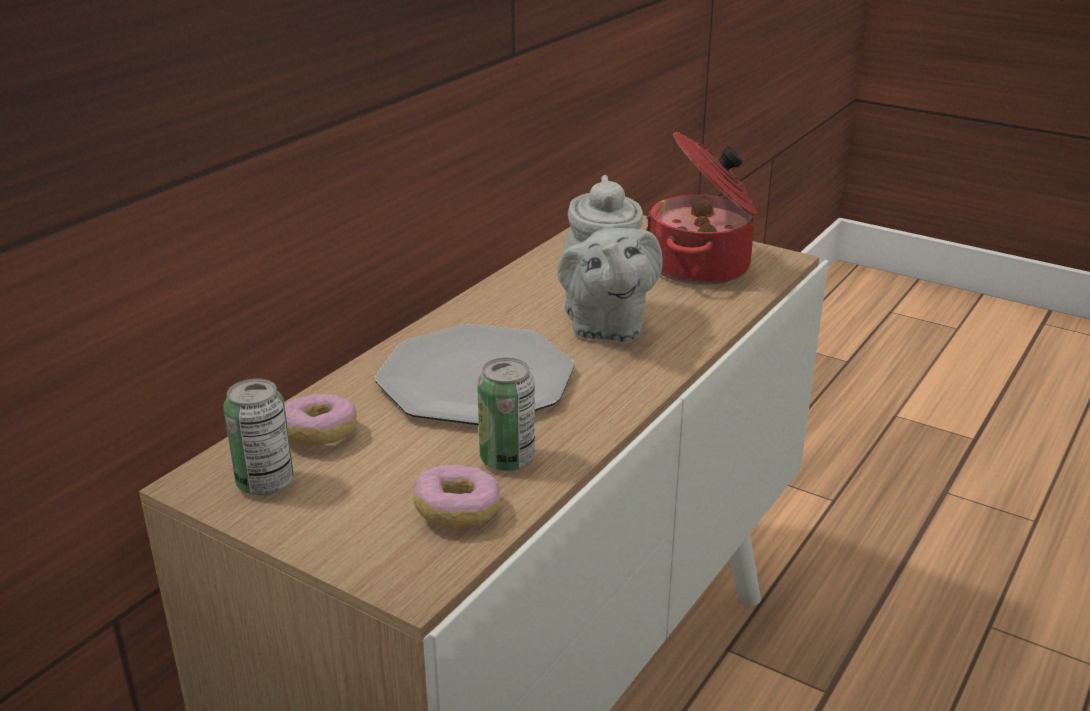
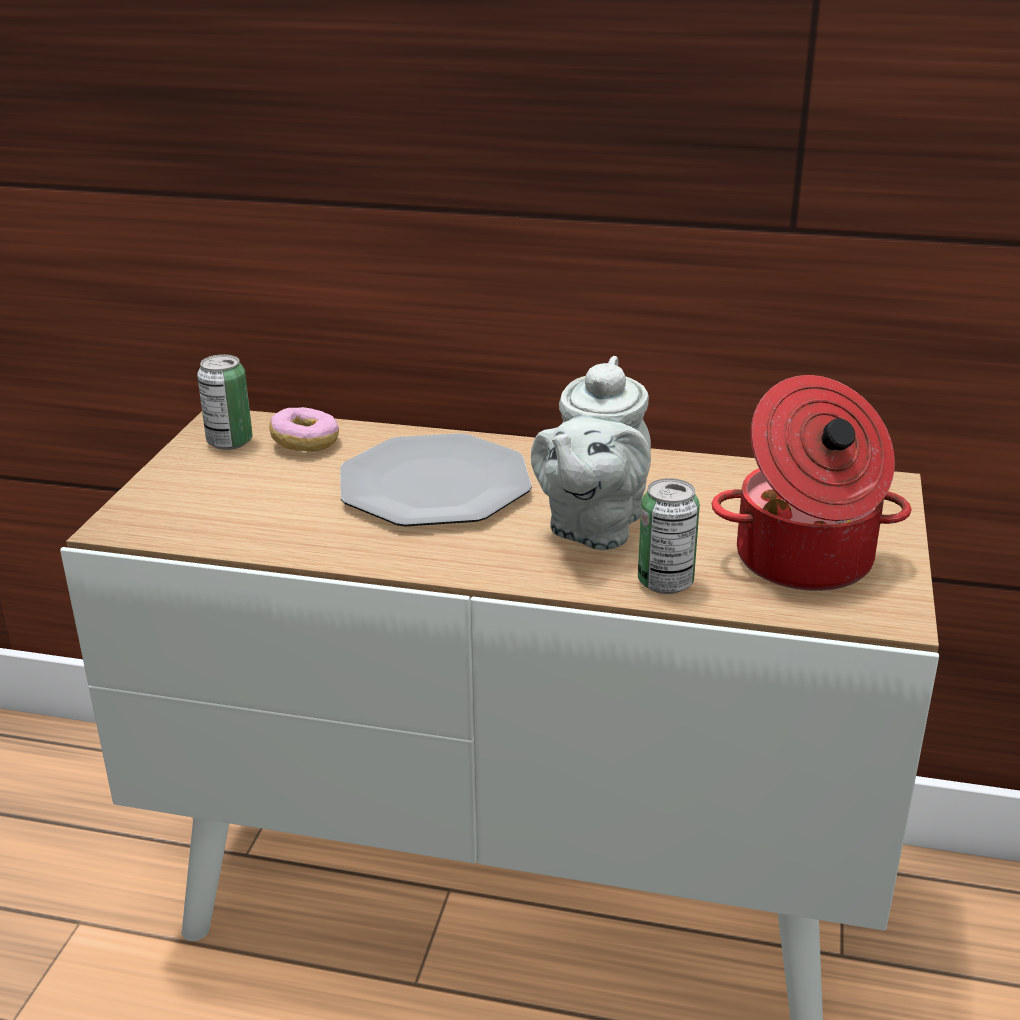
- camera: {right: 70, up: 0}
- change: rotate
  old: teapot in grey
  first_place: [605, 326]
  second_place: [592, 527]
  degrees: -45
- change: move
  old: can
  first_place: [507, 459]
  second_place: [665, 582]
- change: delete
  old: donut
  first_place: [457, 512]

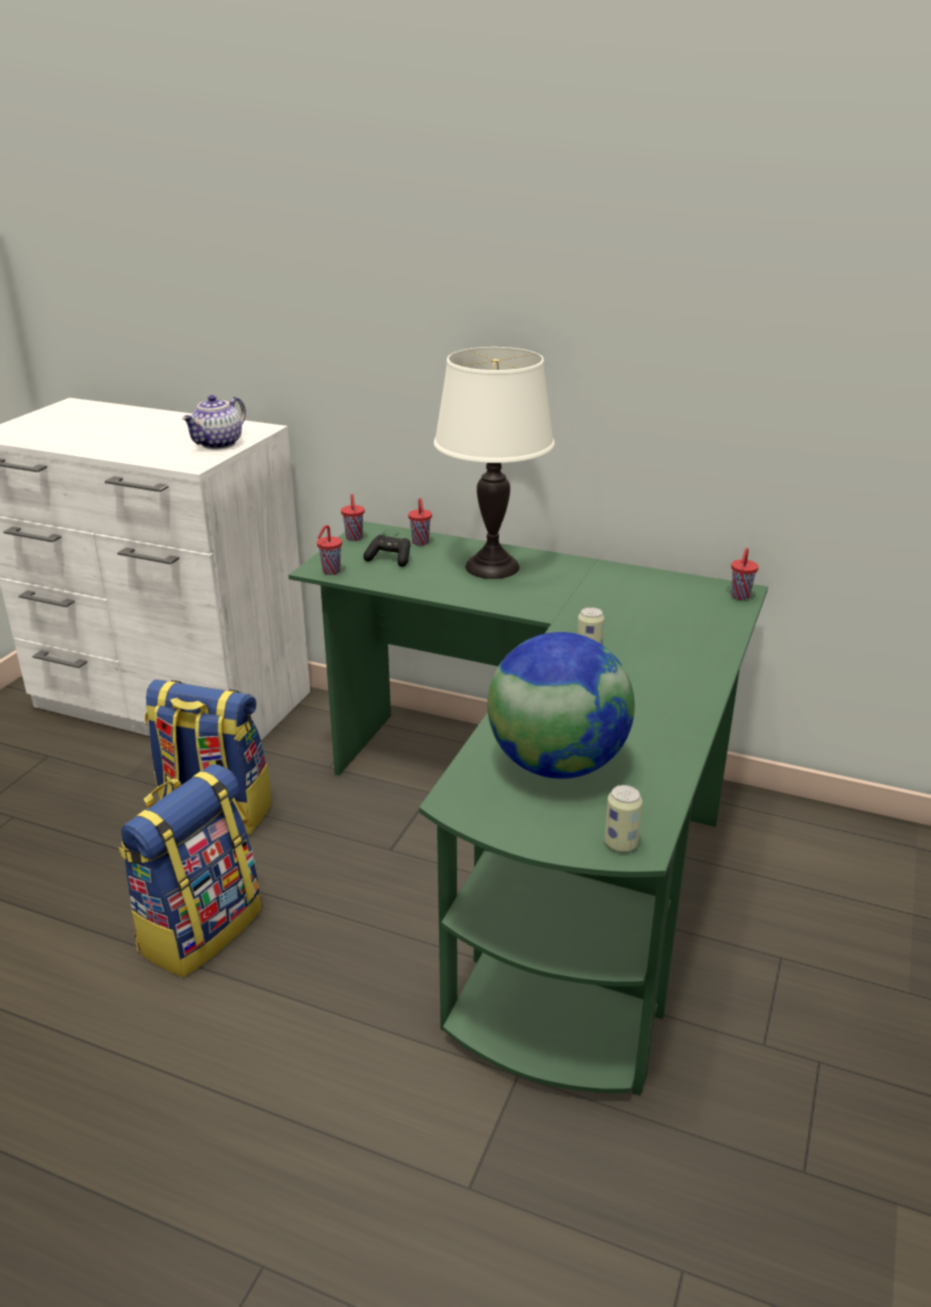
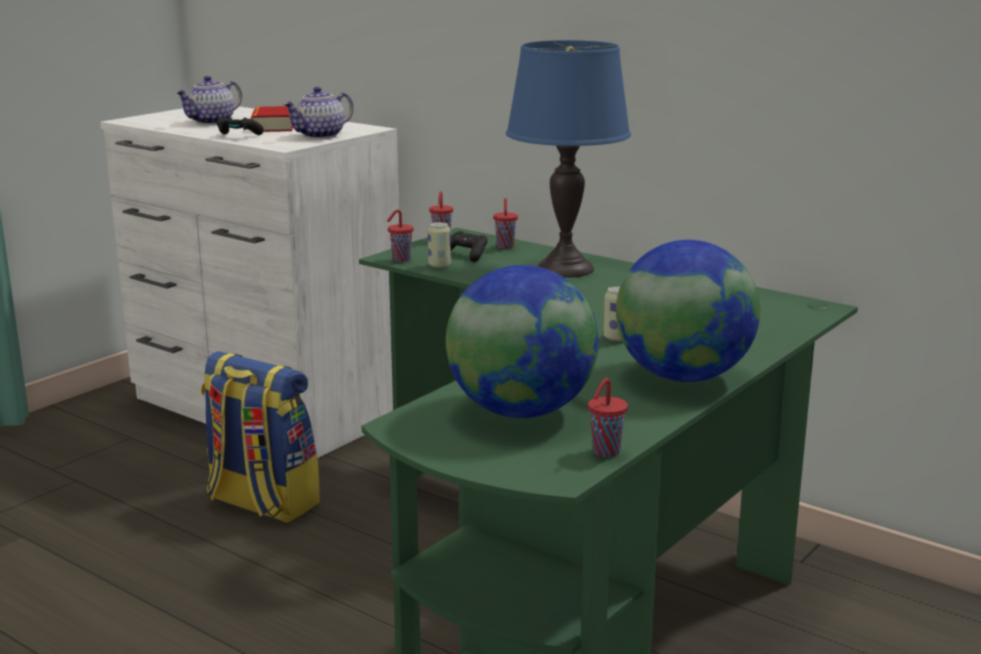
- camera: {right: 15, up: -10}
- change: insert
  new: teapot
  second_place: [212, 122]
- change: insert
  new: game controller in black
  second_place: [238, 136]
- change: insert
  new: book
  second_place: [273, 126]
- change: move
  old: can
  first_place: [621, 843]
  second_place: [439, 265]
- change: recolor
  old: table lamp in white
  new: table lamp in blue
  first_place: [492, 567]
  second_place: [564, 269]
- change: move
  old: cup in red
  first_place: [740, 597]
  second_place: [605, 452]
- change: insert
  new: globe
  second_place: [683, 377]
- change: delete
  old: backpack
  first_place: [200, 929]

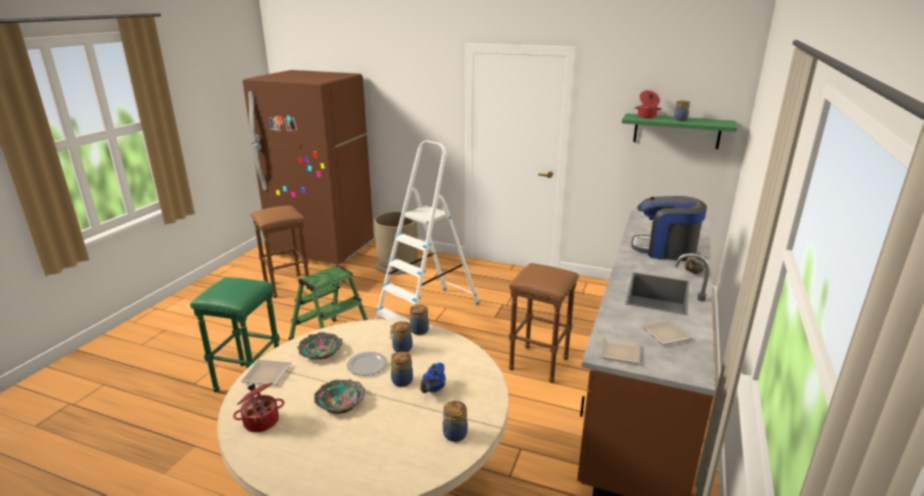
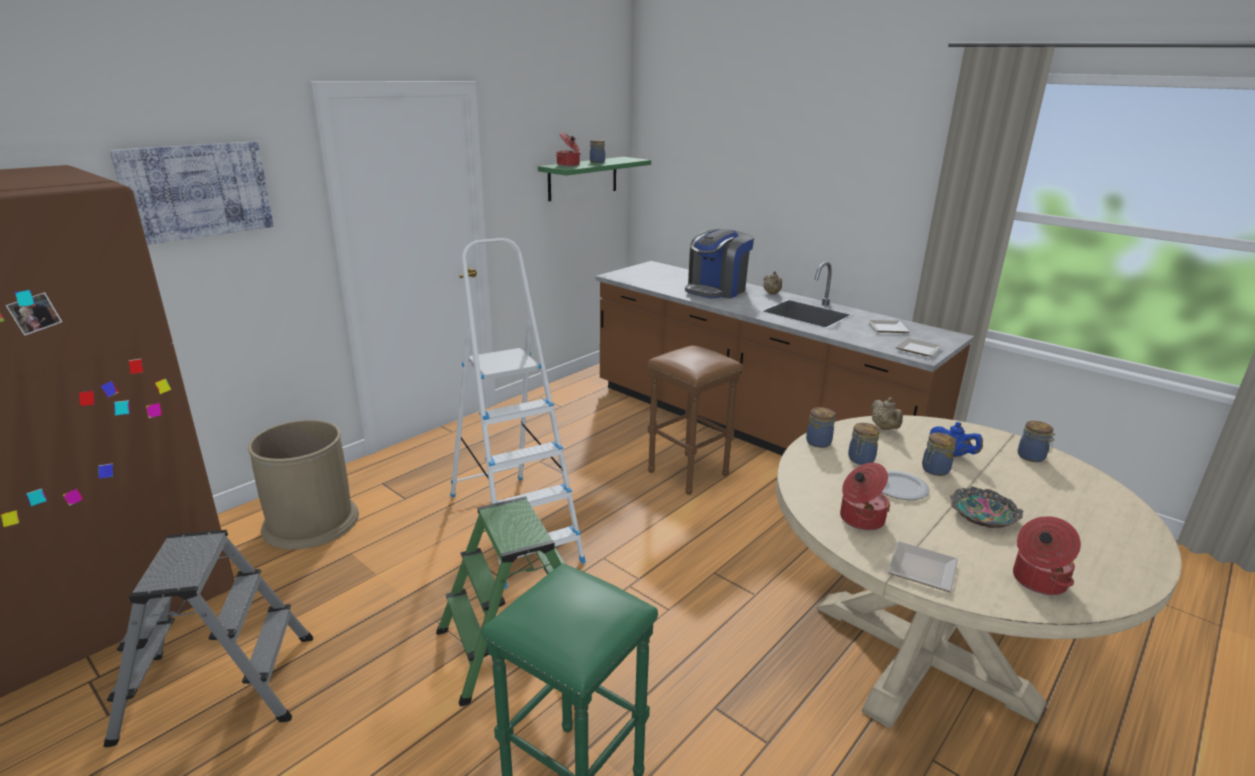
- camera: {right: -70, up: 0}
- change: replace
  old: stool in brown
  new: step ladder in grey
  first_place: [287, 285]
  second_place: [217, 687]
- change: insert
  new: picture
  second_place: [197, 191]
- change: replace
  old: bowl
  new: cooking pot
  first_place: [320, 351]
  second_place: [860, 519]
- change: insert
  new: teapot in beige
  second_place: [884, 428]

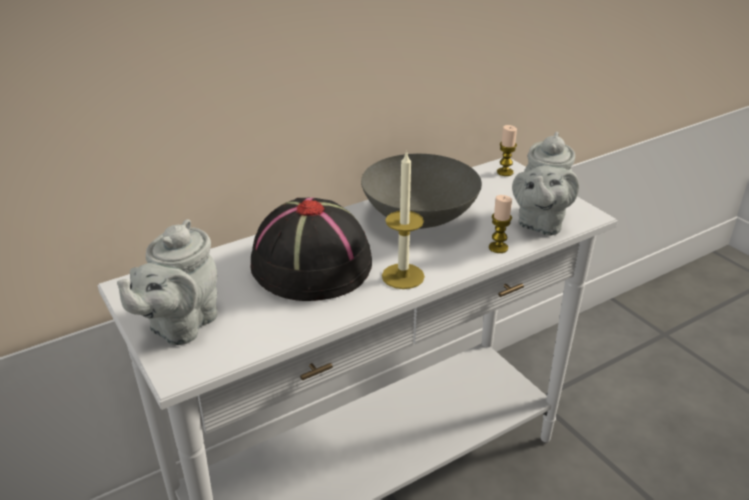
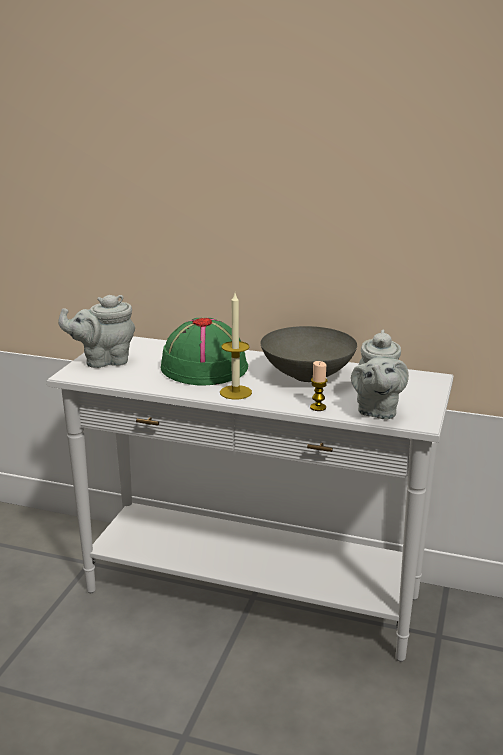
- camera: {right: 50, up: -10}
- change: recolor
  old: hat in black
  new: hat in green
  first_place: [310, 265]
  second_place: [204, 367]
- change: rotate
  old: teapot in grey
  first_place: [540, 223]
  second_place: [376, 410]
  degrees: -60
- change: delete
  old: candle
  first_place: [505, 172]

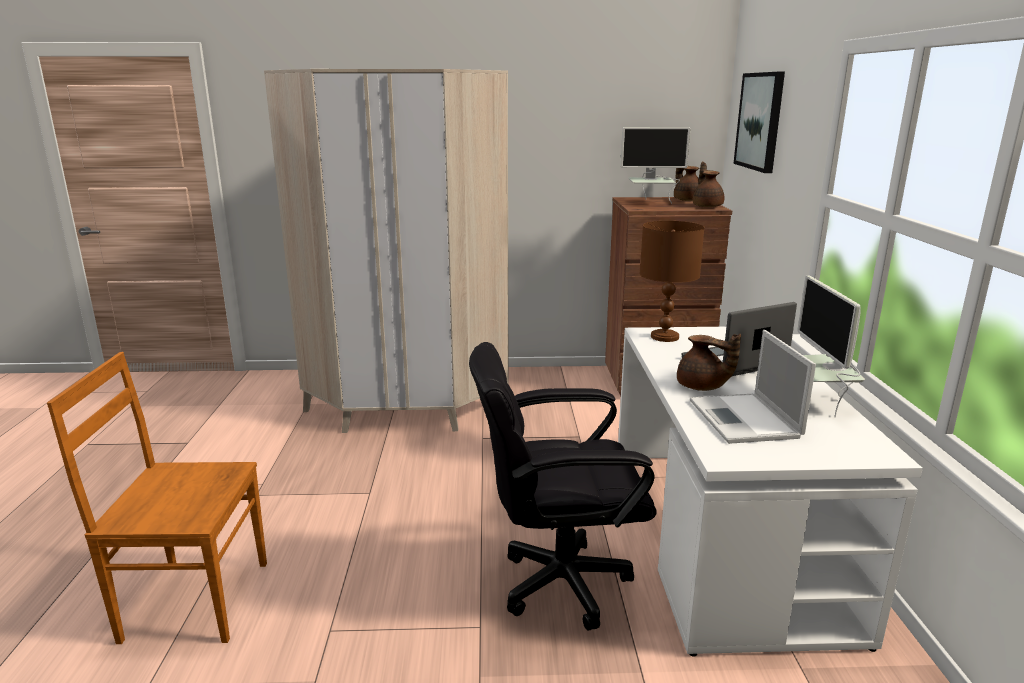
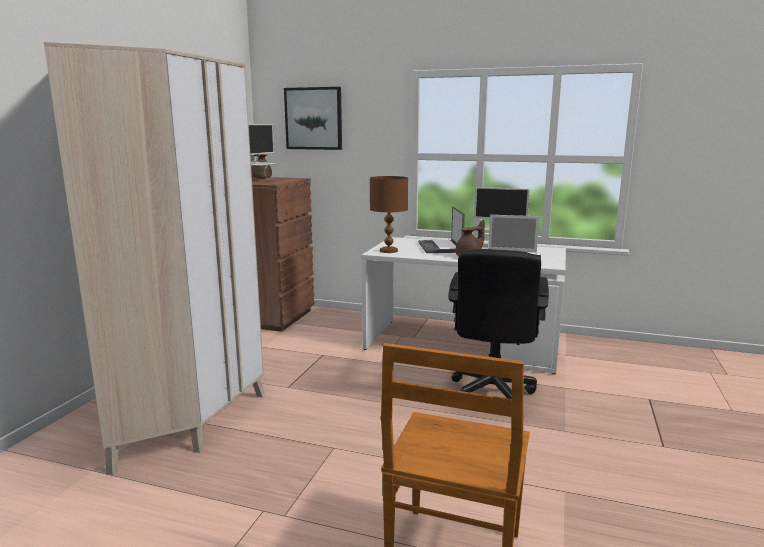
- camera: {right: -70, up: -5}
- change: delete
  old: teapot in brown
  first_place: [707, 206]

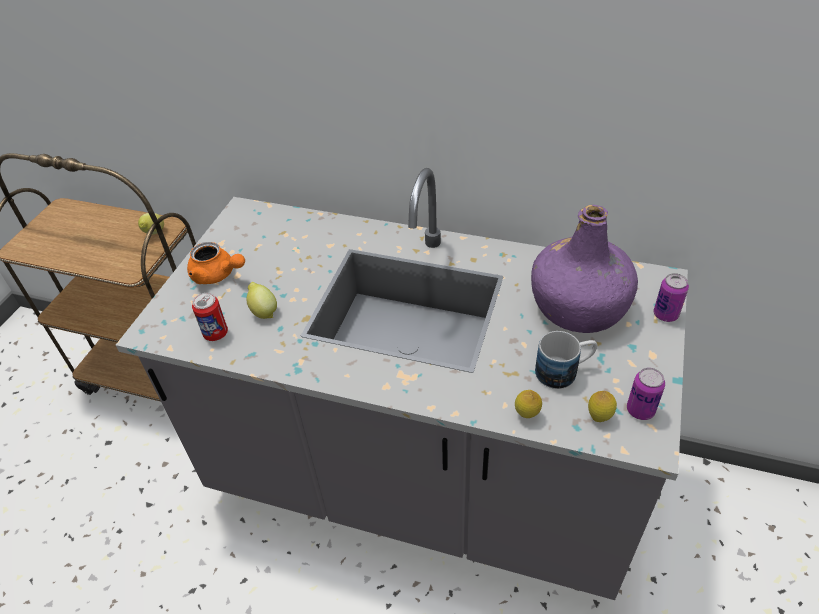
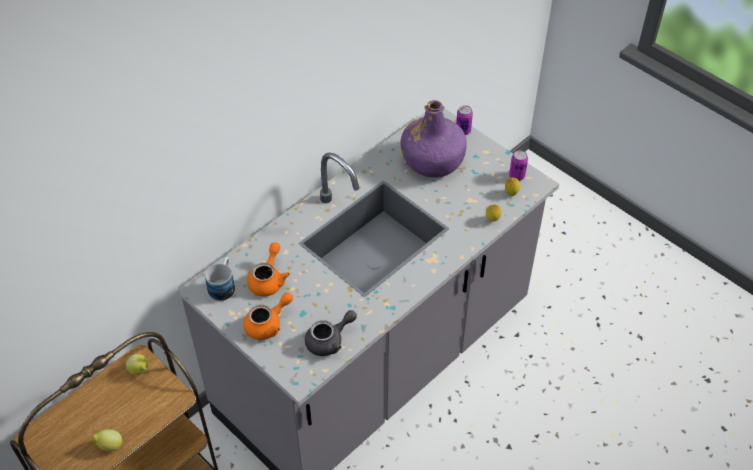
- camera: {right: -65, up: 5}
- change: move
  old: lemon
  first_place: [263, 311]
  second_place: [110, 446]
- change: move
  old: mug
  first_place: [564, 371]
  second_place: [223, 285]
- change: insert
  new: teapot in orange
  second_place: [268, 280]
- change: replace
  old: can
  new: teapot in grey
  first_place: [216, 333]
  second_place: [329, 341]

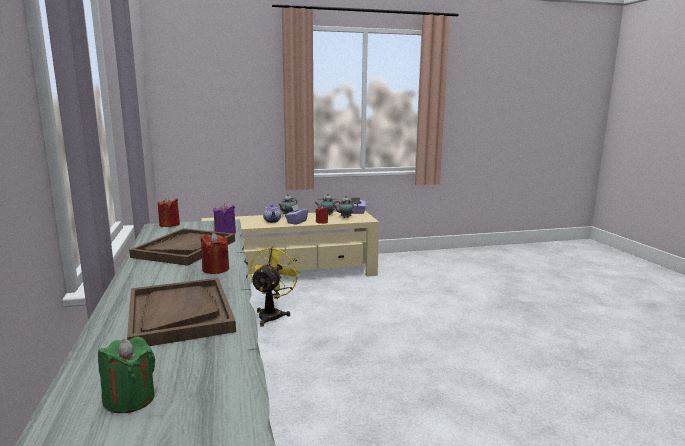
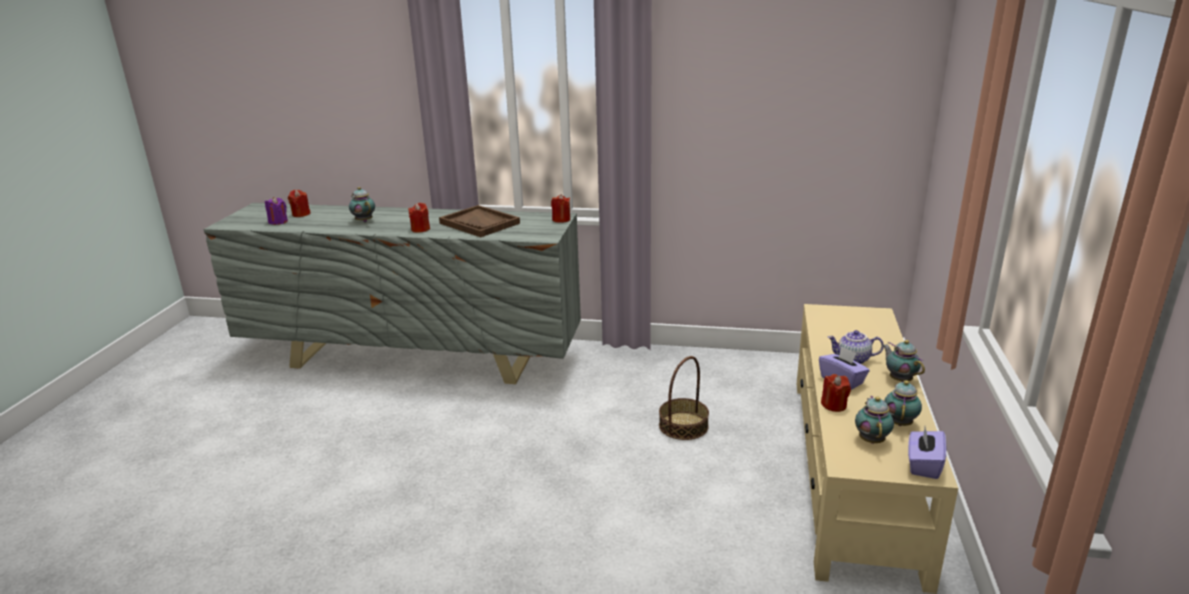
- camera: {right: 115, up: 10}
- change: move
  old: candle in purple
  first_place: [225, 232]
  second_place: [278, 222]
- change: recolor
  old: candle in green
  new: candle in red
  first_place: [130, 399]
  second_place: [301, 214]
- change: replace
  old: tray in brown
  new: teapot
  first_place: [179, 314]
  second_place: [364, 221]
- change: replace
  old: fan in yellow
  new: basket
  first_place: [272, 314]
  second_place: [683, 425]

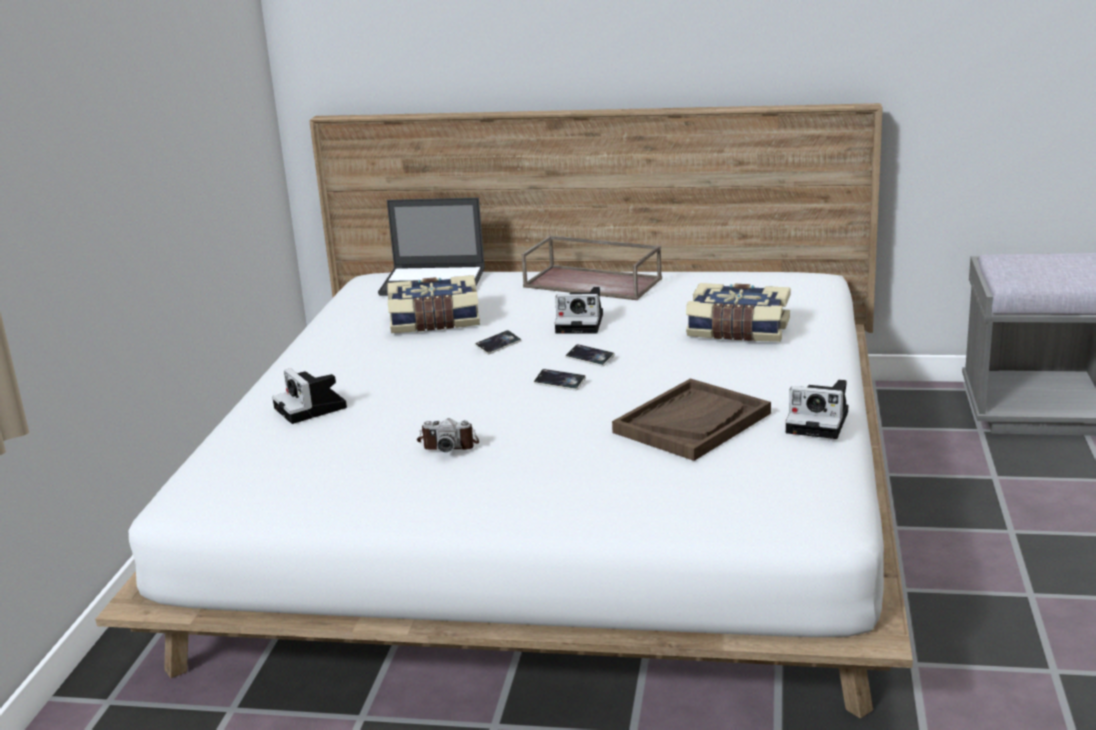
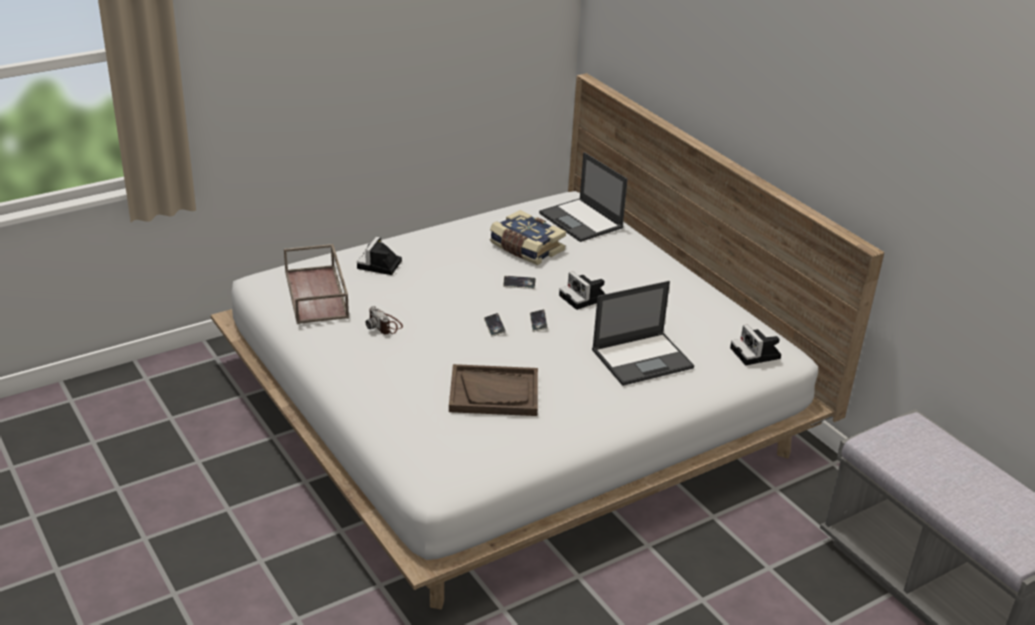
- camera: {right: 45, up: 10}
- change: move
  old: tray in brown
  first_place: [594, 282]
  second_place: [317, 295]
- change: replace
  old: book
  new: laptop
  first_place: [738, 330]
  second_place: [643, 358]
- change: move
  old: photo camera
  first_place: [820, 422]
  second_place: [756, 354]

